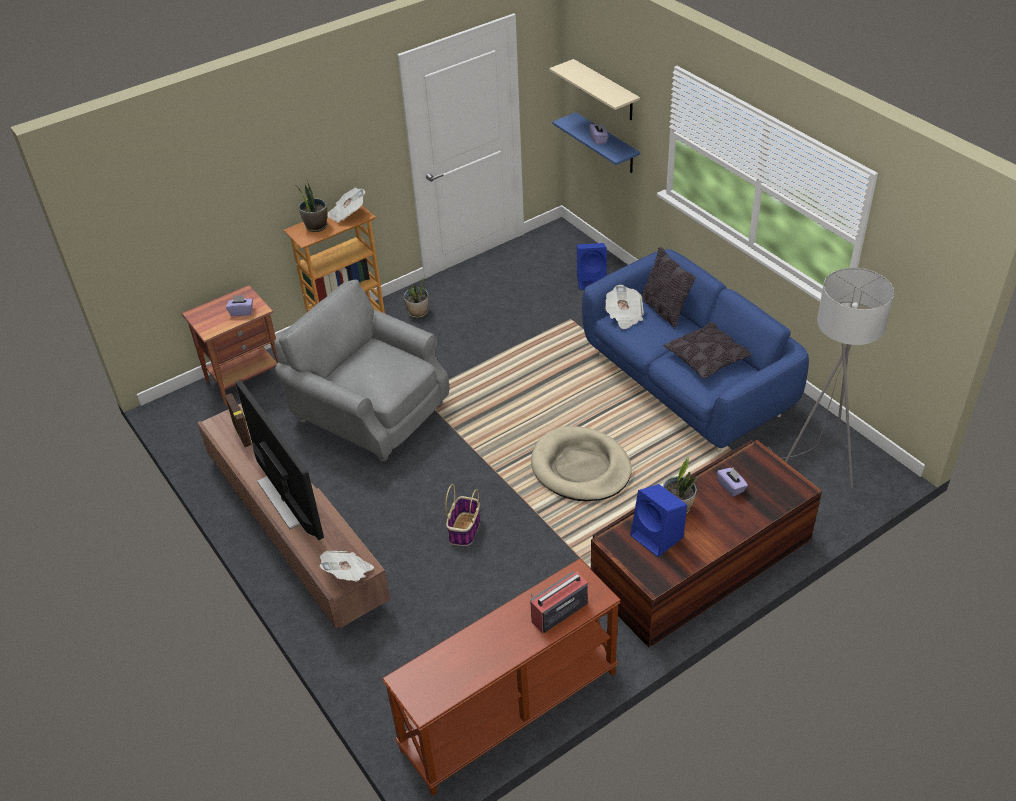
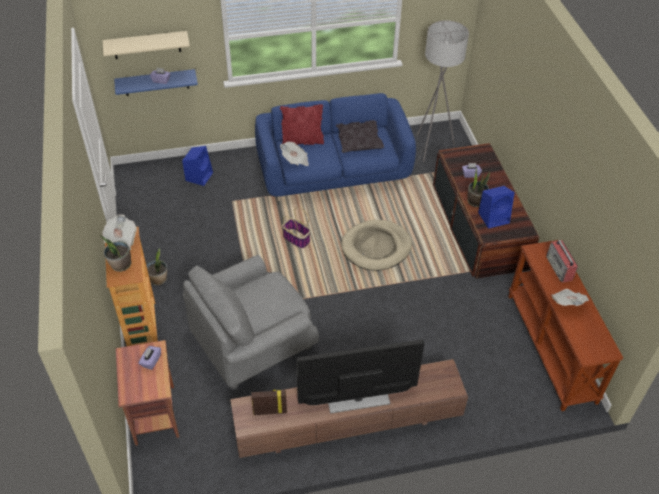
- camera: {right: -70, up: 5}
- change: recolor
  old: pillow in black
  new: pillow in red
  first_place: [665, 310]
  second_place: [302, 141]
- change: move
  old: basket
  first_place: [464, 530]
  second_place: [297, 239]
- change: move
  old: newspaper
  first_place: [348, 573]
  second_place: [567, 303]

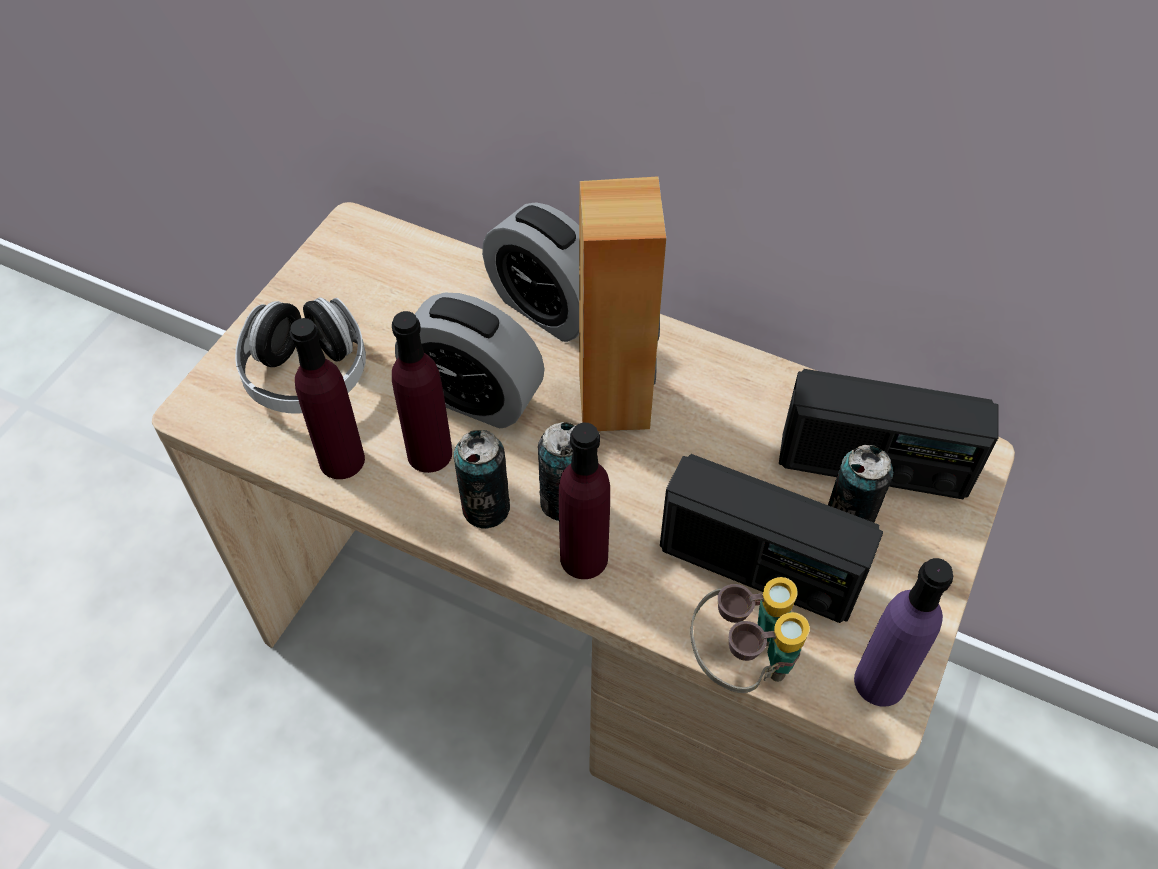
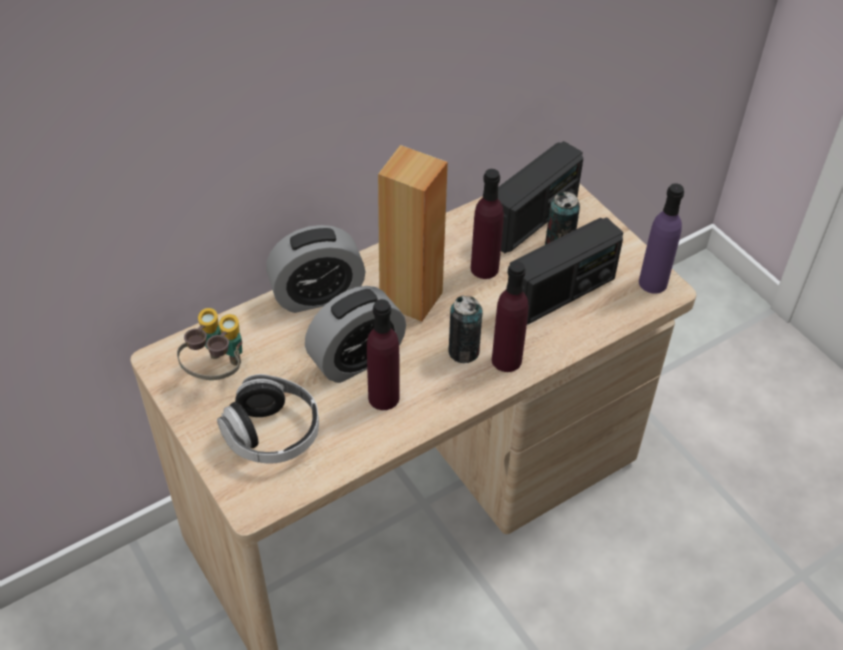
- camera: {right: -60, up: -5}
- change: move
  old: binoculars
  first_place: [743, 661]
  second_place: [218, 372]
- change: move
  old: bottle in purple
  first_place: [342, 460]
  second_place: [484, 268]
- change: delete
  old: can
  first_place: [486, 508]

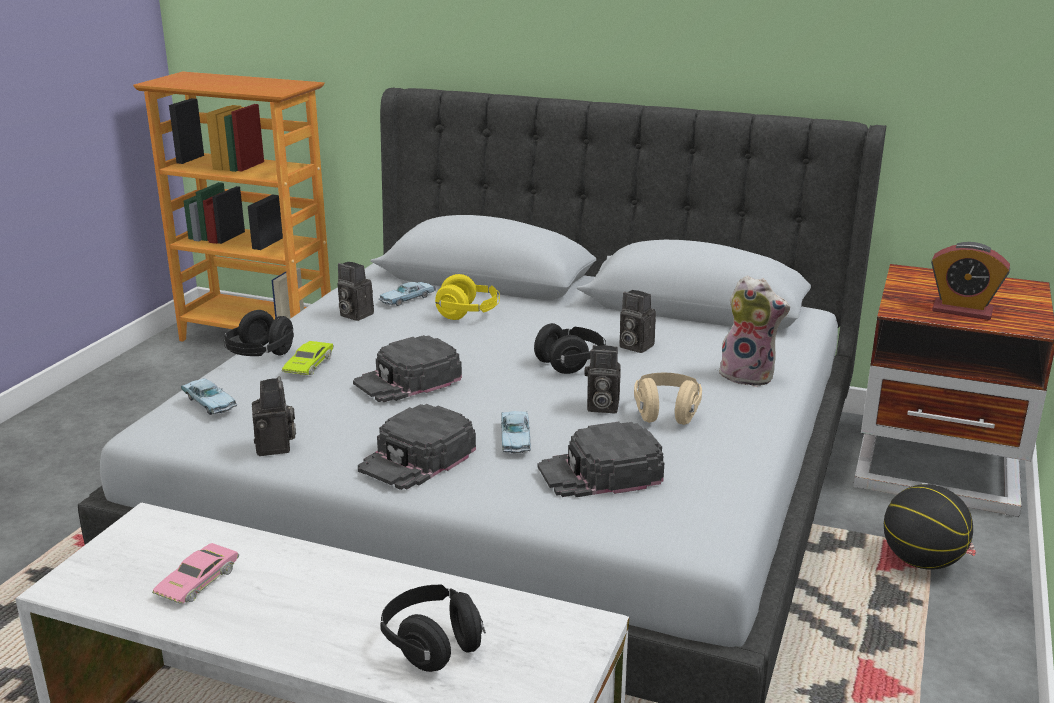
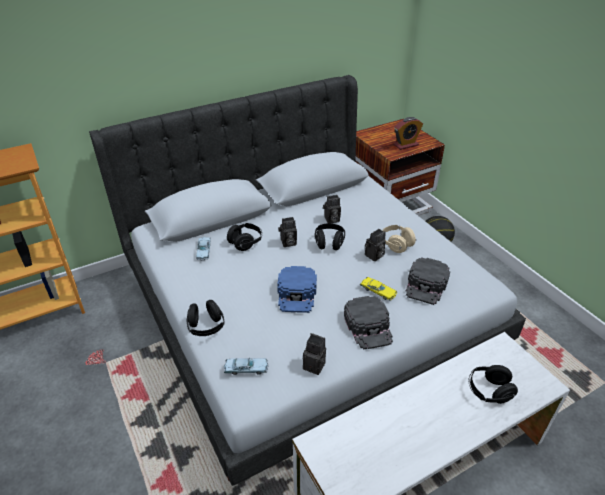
- camera: {right: -50, up: 15}
- change: recolor
  old: headphones in yellow
  new: headphones in black
  first_place: [469, 314]
  second_place: [245, 242]
- change: recolor
  old: cap in black
  new: cap in blue
  first_place: [408, 380]
  second_place: [297, 293]
- change: move
  old: photo camera
  first_place: [354, 315]
  second_place: [288, 243]
- change: recolor
  old: toy car in blue
  new: toy car in yellow
  first_place: [515, 438]
  second_place: [378, 291]
- change: delete
  old: toy car in pink
  first_place: [198, 581]
- change: delete
  old: toy car in green
  first_place: [308, 365]
- change: delete
  old: plush toy
  first_place: [749, 375]

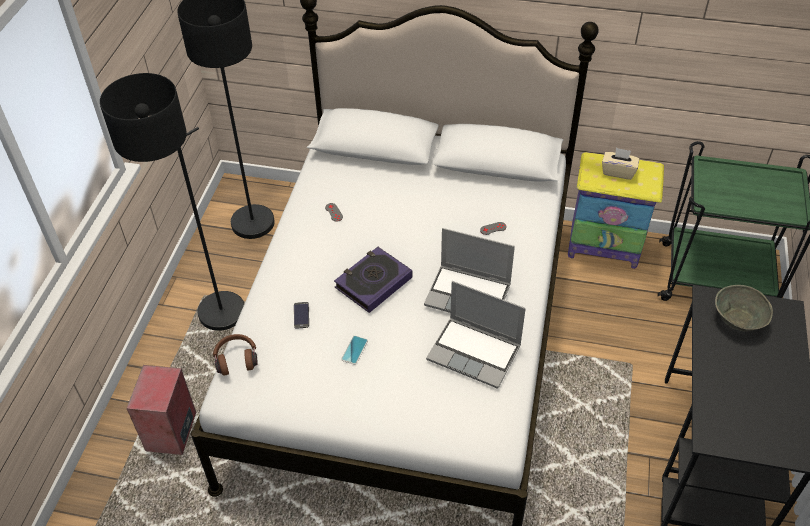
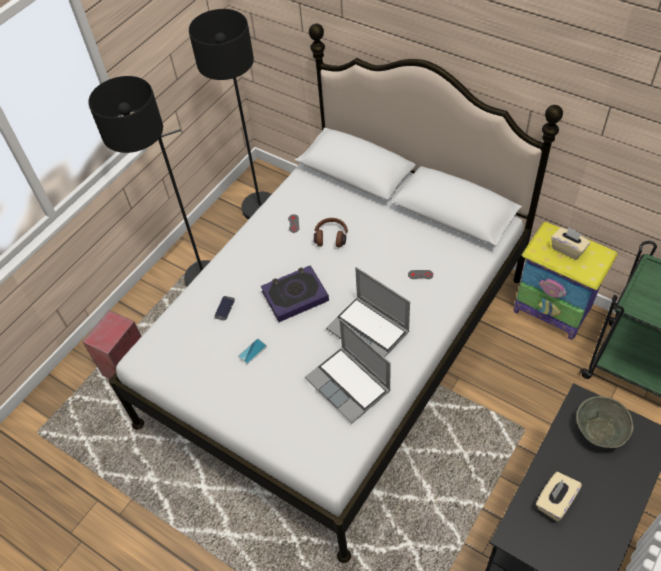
- camera: {right: 25, up: 5}
- change: move
  old: headphones in brown
  first_place: [236, 359]
  second_place: [331, 236]
- change: insert
  new: tissue box in beige
  second_place: [555, 501]

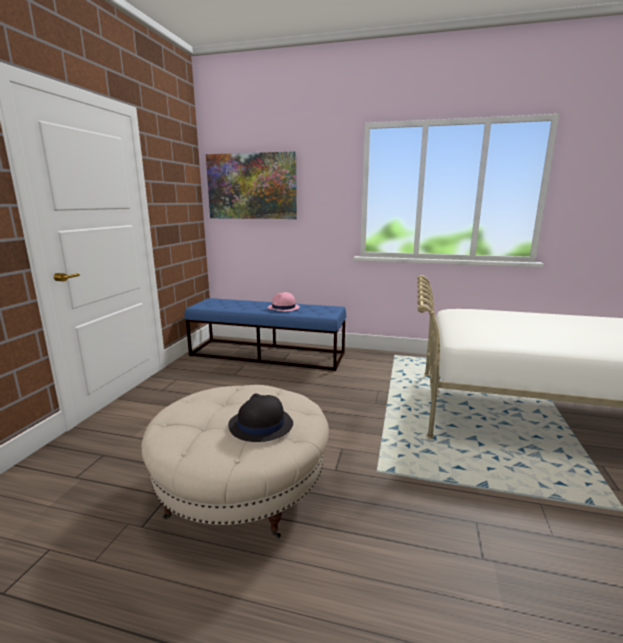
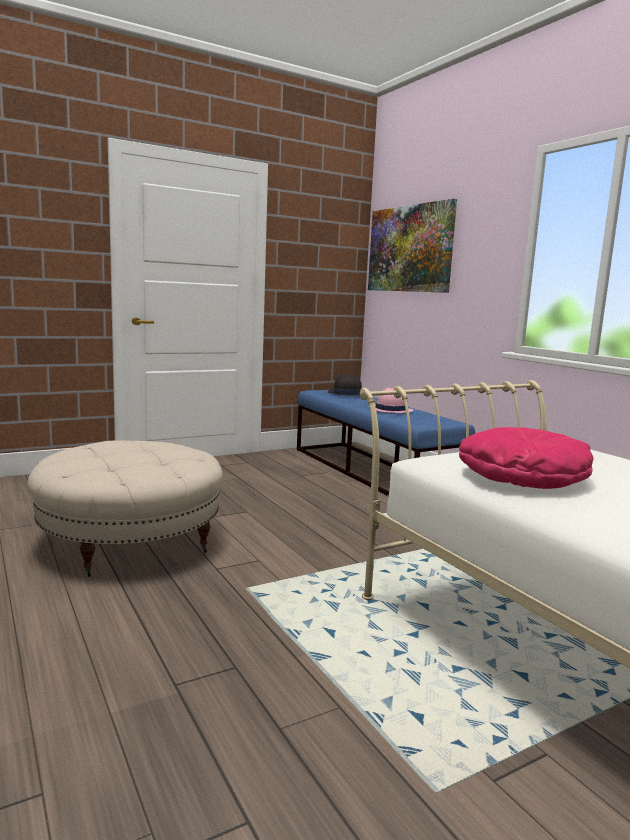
- camera: {right: 45, up: -5}
- change: move
  old: hat in black
  first_place: [260, 425]
  second_place: [347, 393]
- change: insert
  new: pillow in pink
  second_place: [524, 477]

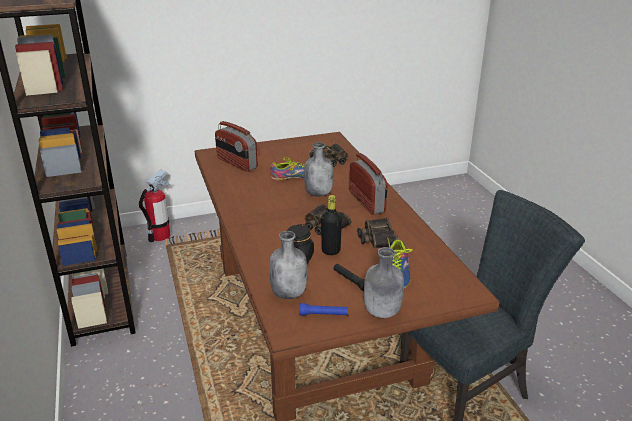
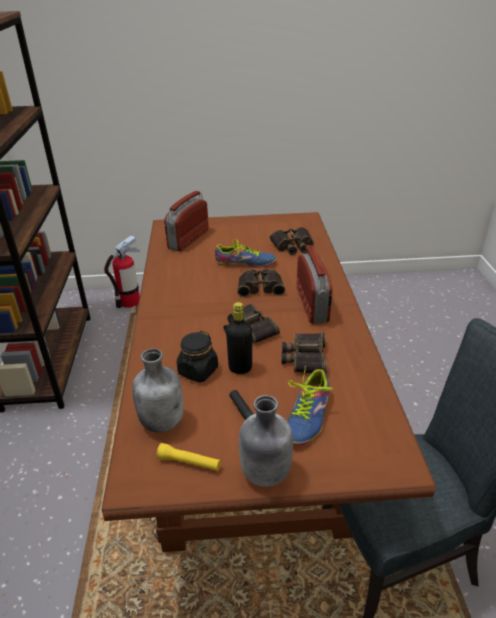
- camera: {right: 15, up: 5}
- change: recolor
  old: flashlight in blue
  new: flashlight in yellow
  first_place: [323, 314]
  second_place: [189, 463]
- change: rotate
  old: radio
  first_place: [236, 163]
  second_place: [188, 239]
  degrees: 60
- change: replace
  old: bottle in grey
  new: binoculars
  first_place: [318, 193]
  second_place: [260, 287]

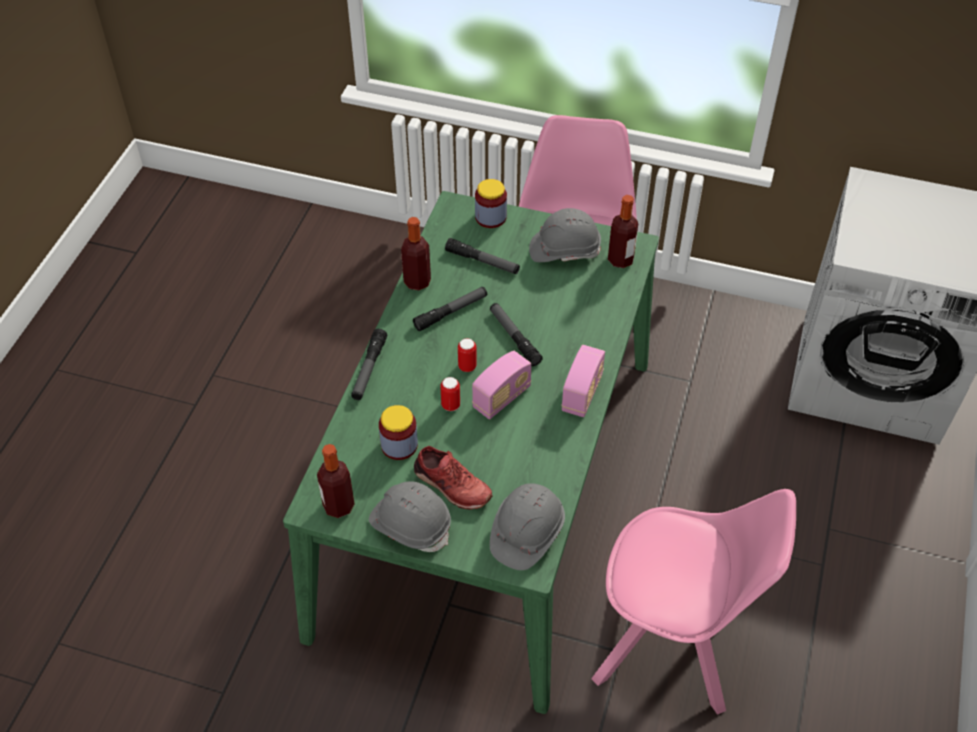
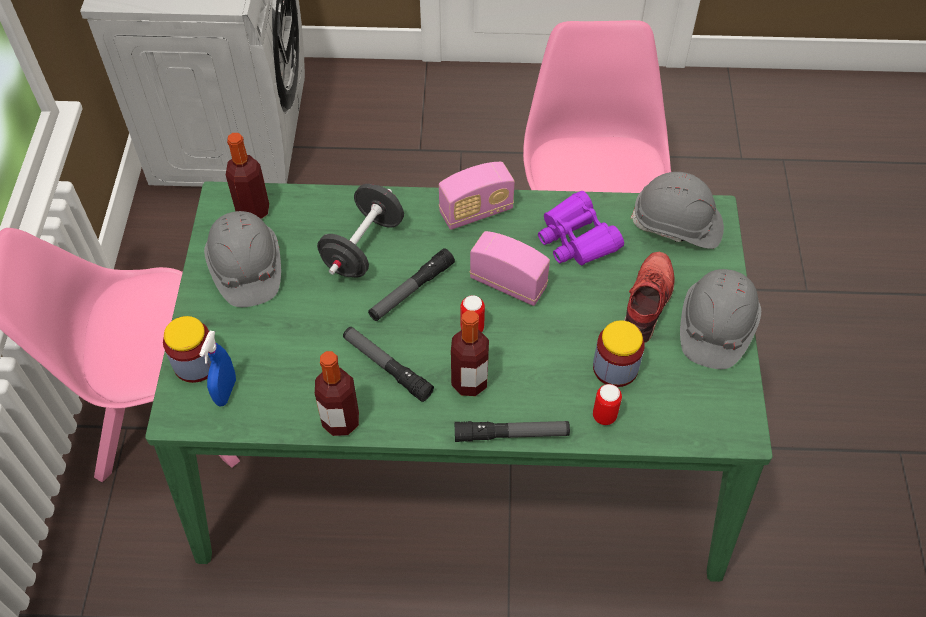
- camera: {right: -105, up: 5}
- change: insert
  new: spray bottle in blue
  second_place: [226, 392]
- change: insert
  new: dumbbell in black
  second_place: [363, 247]
- change: rotate
  old: radio
  first_place: [582, 393]
  second_place: [476, 212]
  degrees: 150
- change: move
  old: bottle
  first_place: [338, 506]
  second_place: [469, 382]
- change: insert
  new: binoculars in purple
  second_place: [576, 238]
- change: move
  old: can
  first_place: [450, 405]
  second_place: [604, 416]
- change: delete
  old: flashlight
  first_place: [482, 261]

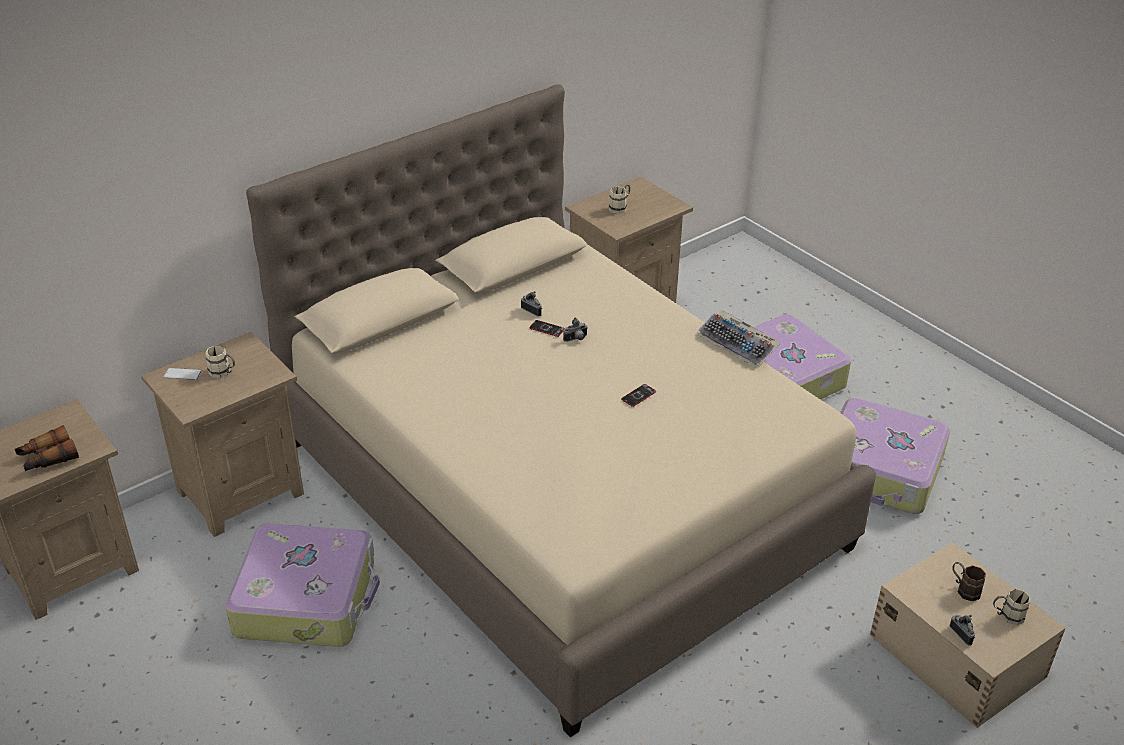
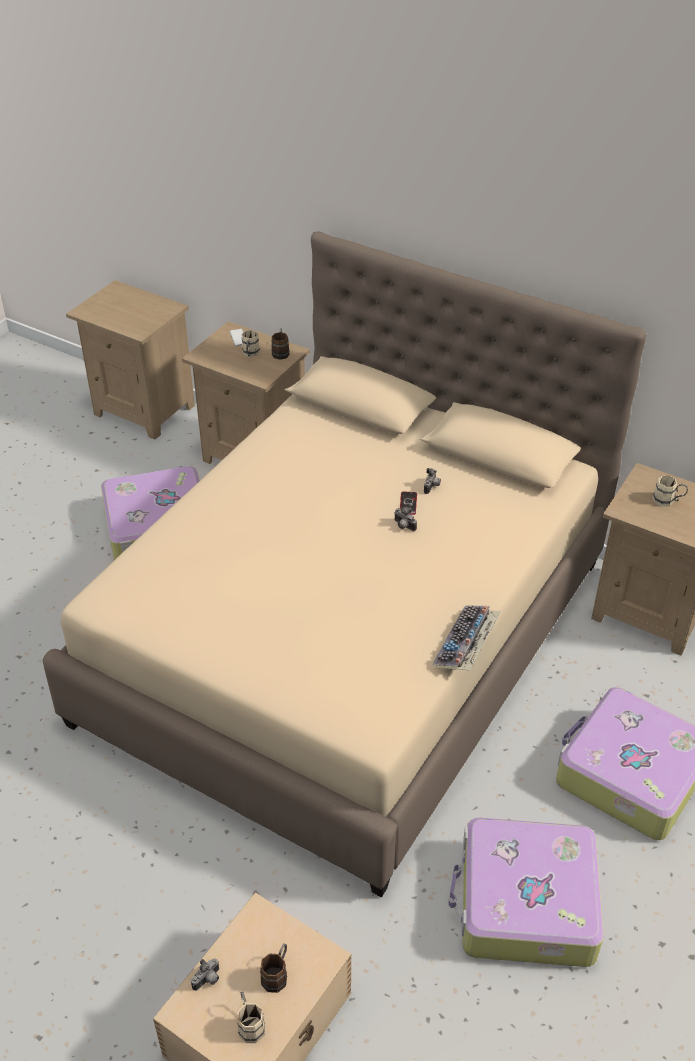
- camera: {right: 70, up: 5}
- change: insert
  new: mug in brown
  second_place: [280, 352]
- change: delete
  old: binoculars
  first_place: [48, 458]
- change: delete
  old: phone
  first_place: [638, 396]

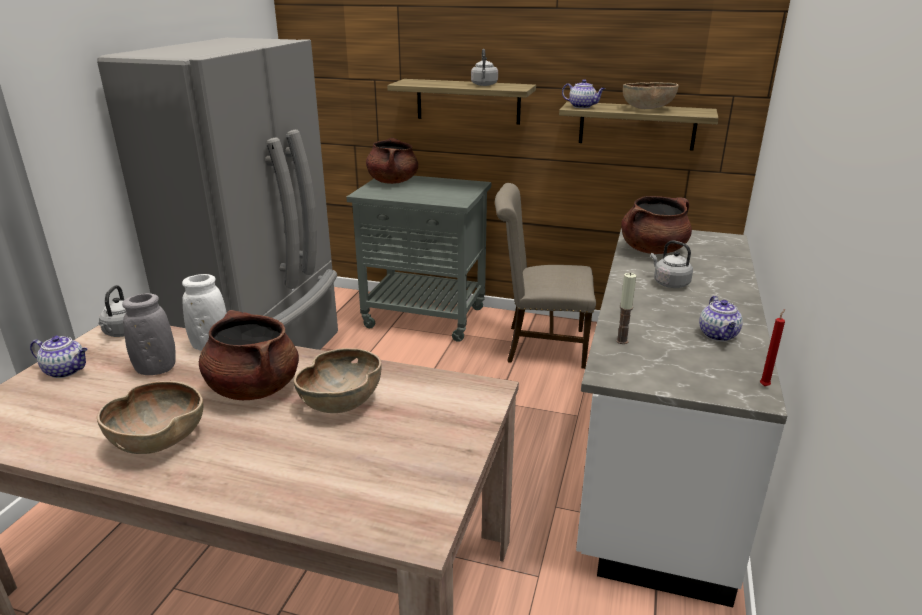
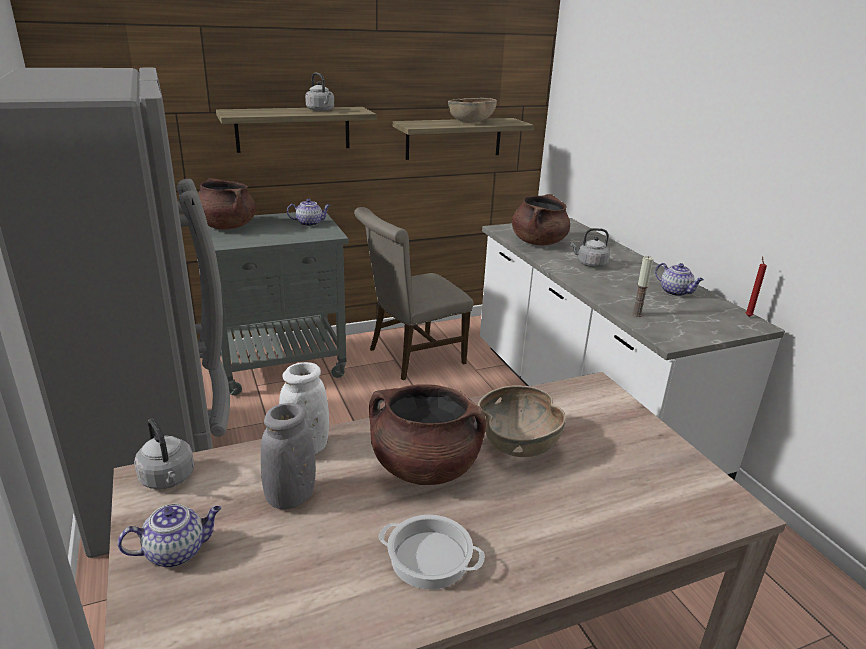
- camera: {right: -40, up: 0}
- change: move
  old: teapot
  first_place: [582, 106]
  second_place: [310, 223]
- change: replace
  old: bowl in brown
  new: cooking pot
  first_place: [158, 440]
  second_place: [428, 559]

